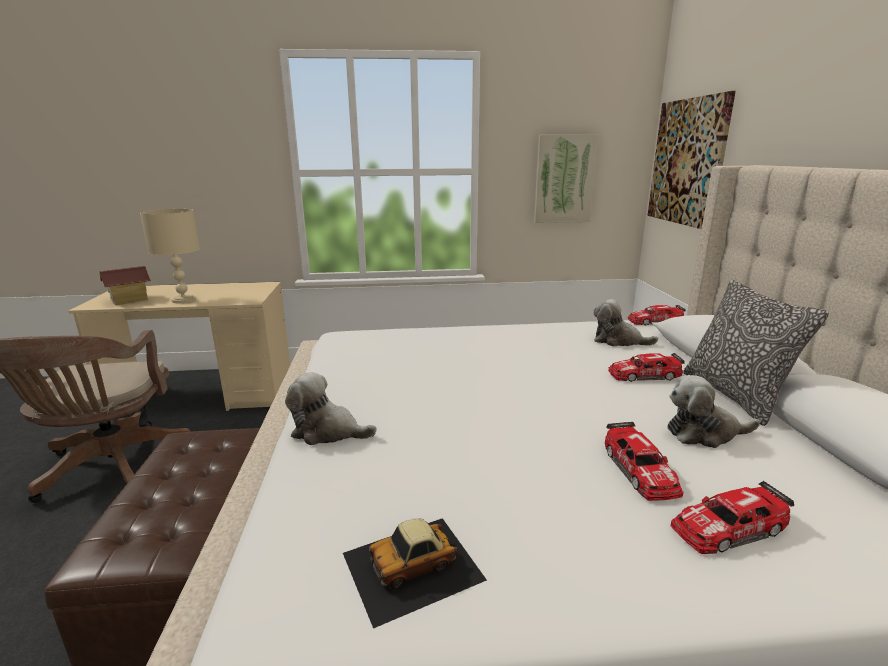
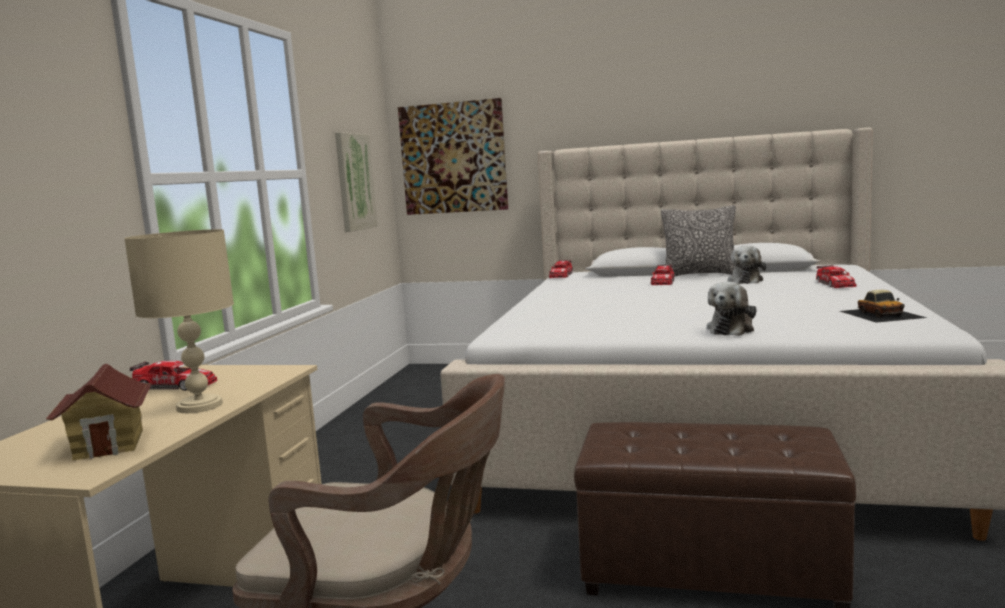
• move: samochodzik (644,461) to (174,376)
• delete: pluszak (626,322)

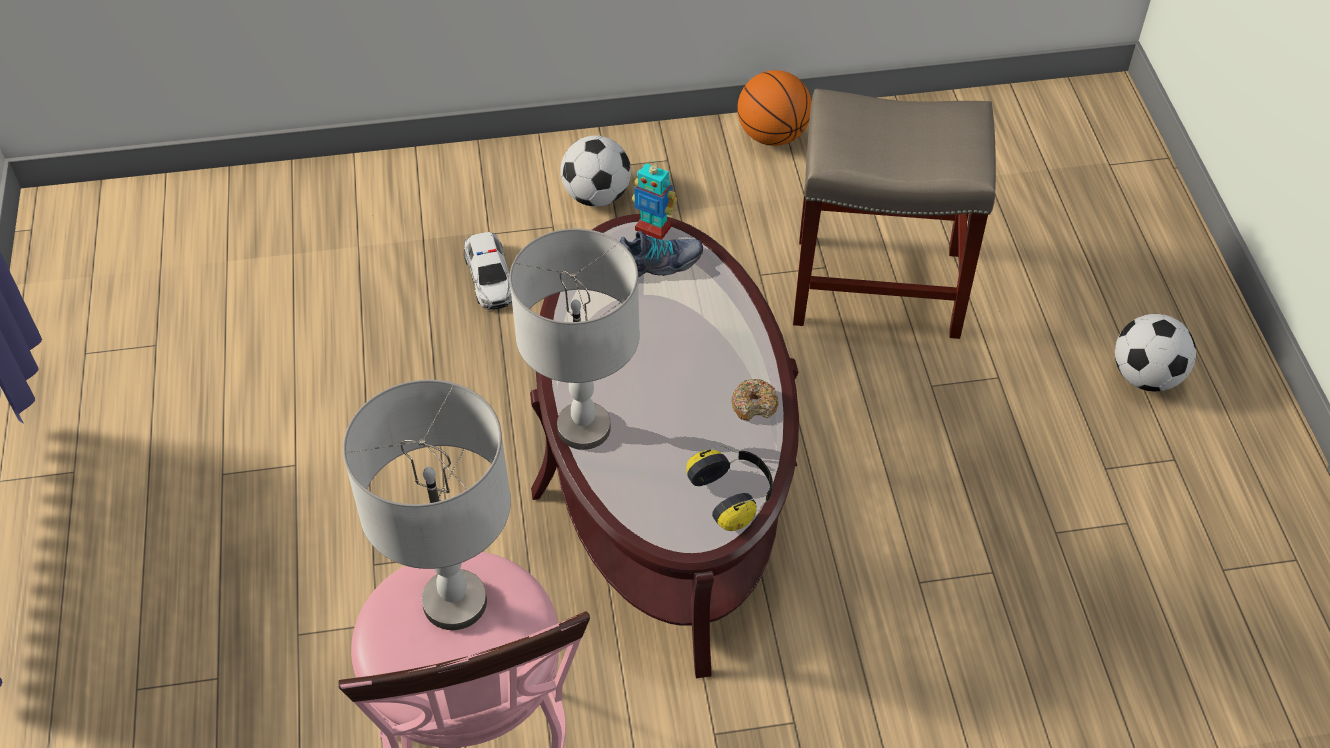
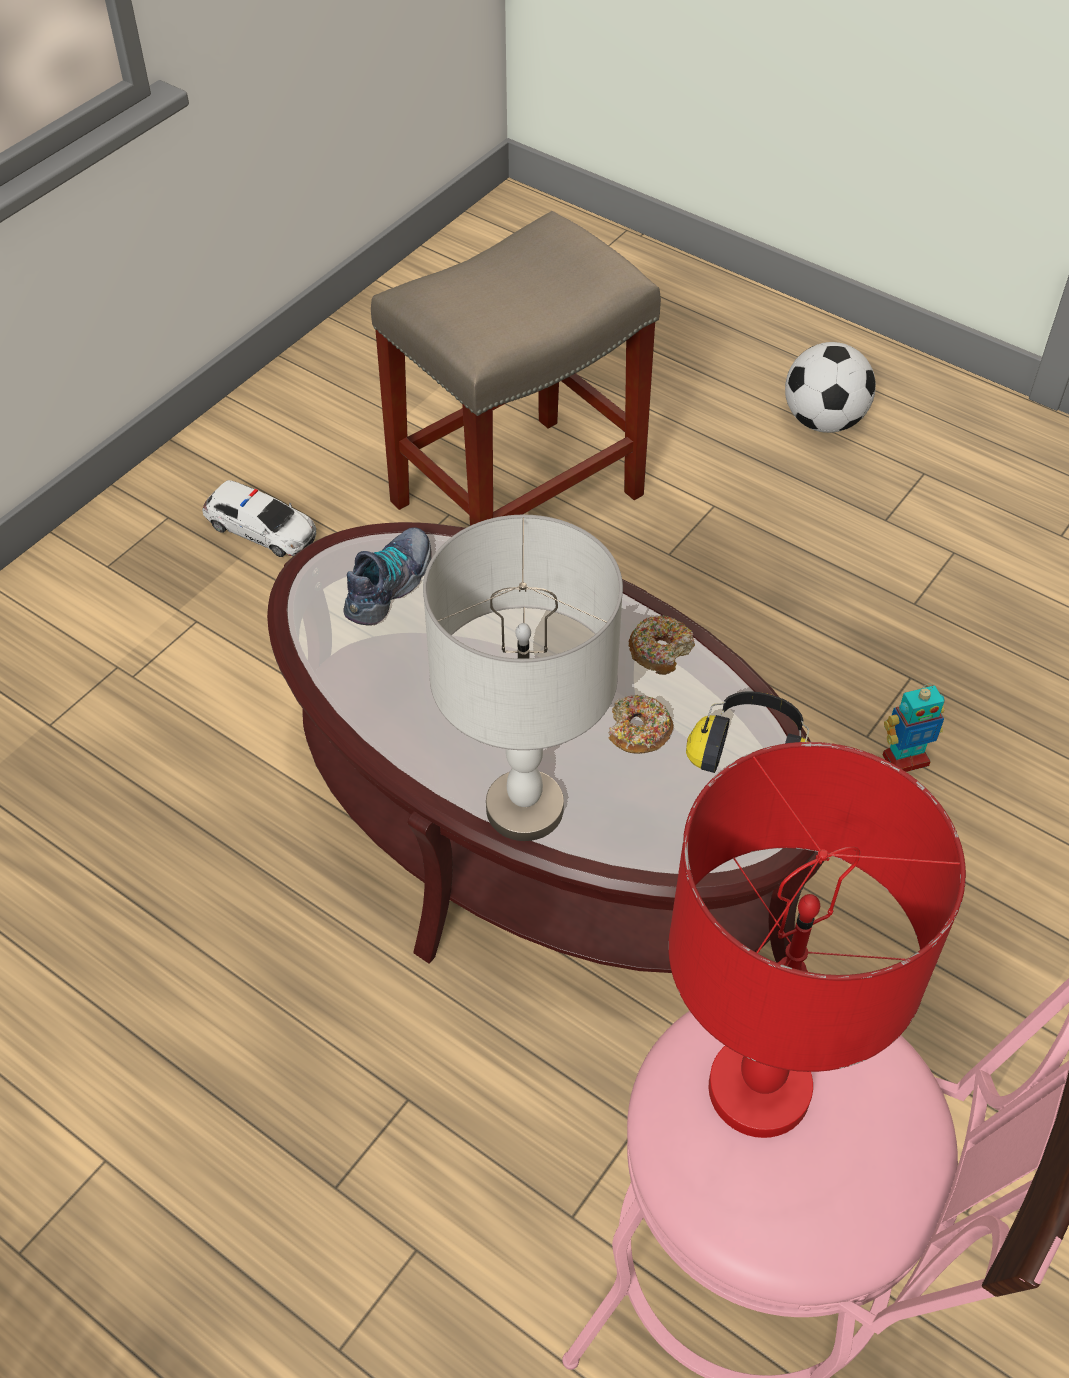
• move: samochodzik (488,271) to (259,518)
• insert: donut (641,724)
• recolor: lampa stołowa [szary] (427,505) to lampa stołowa [czerwony] (817,940)
• move: robot zabawkowy (654,200) to (913,728)
• delete: piłka futbolowa (595,171)
• delete: piłka do koszykówki (774,108)

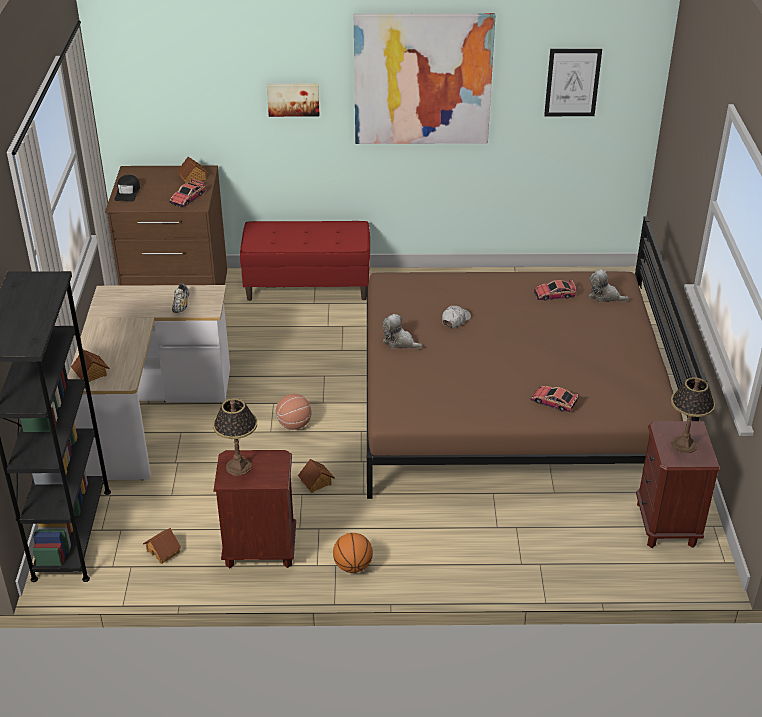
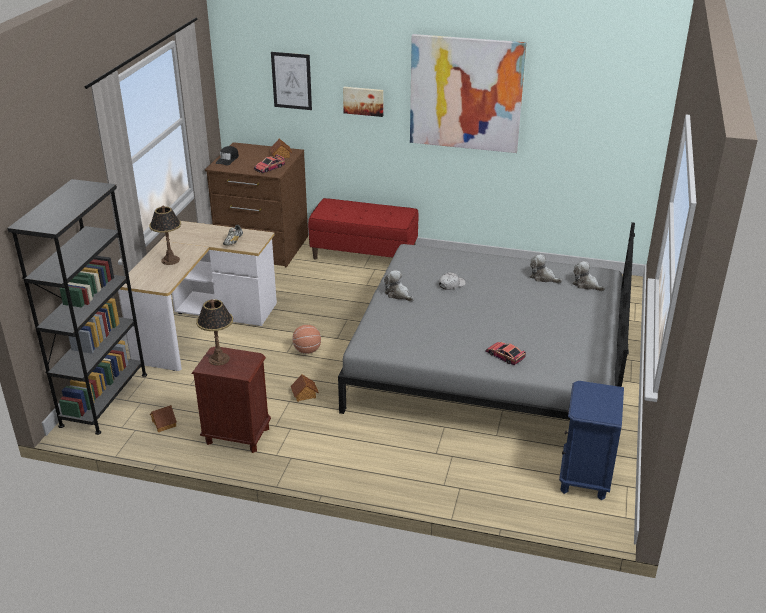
• move: lampa stołowa (693,415) to (165,235)
• move: obraz (573,82) to (291,81)
• recolor: łóżko [brązowy] (537,357) to łóżko [szary] (486,321)
• replace: samochodzik (555,290) to pluszak (545,268)
• recolor: szafka nocna [brązowy] (677,484) to szafka nocna [niebieski] (591,440)
• delete: domek (90,365)
• delete: piłka do koszykówki (353,553)

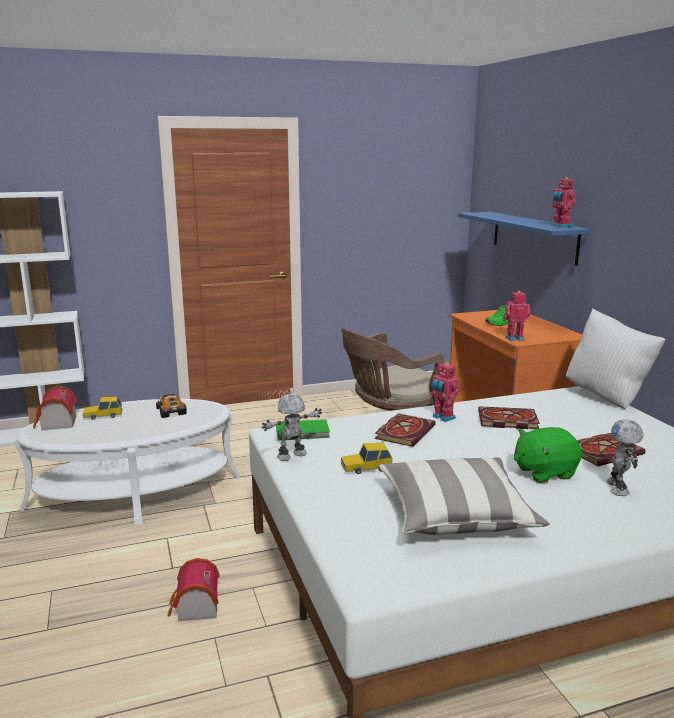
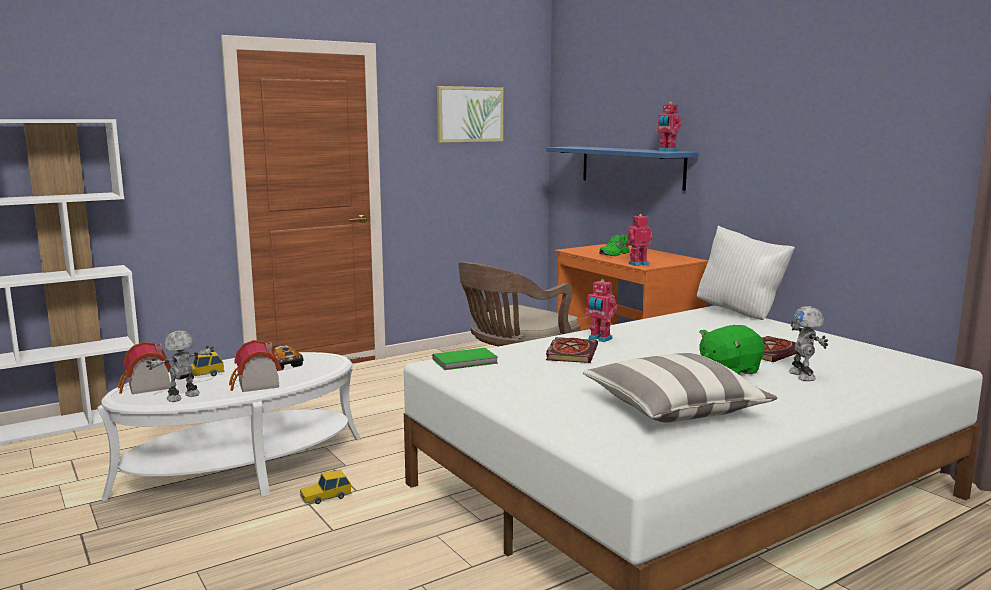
• move: robot zabawkowy (291,427) to (180,366)
• move: domek (194,589) to (255,366)
• move: samochodzik (367,458) to (326,487)
• insert: obraz (470,114)
• delete: książka (509,417)

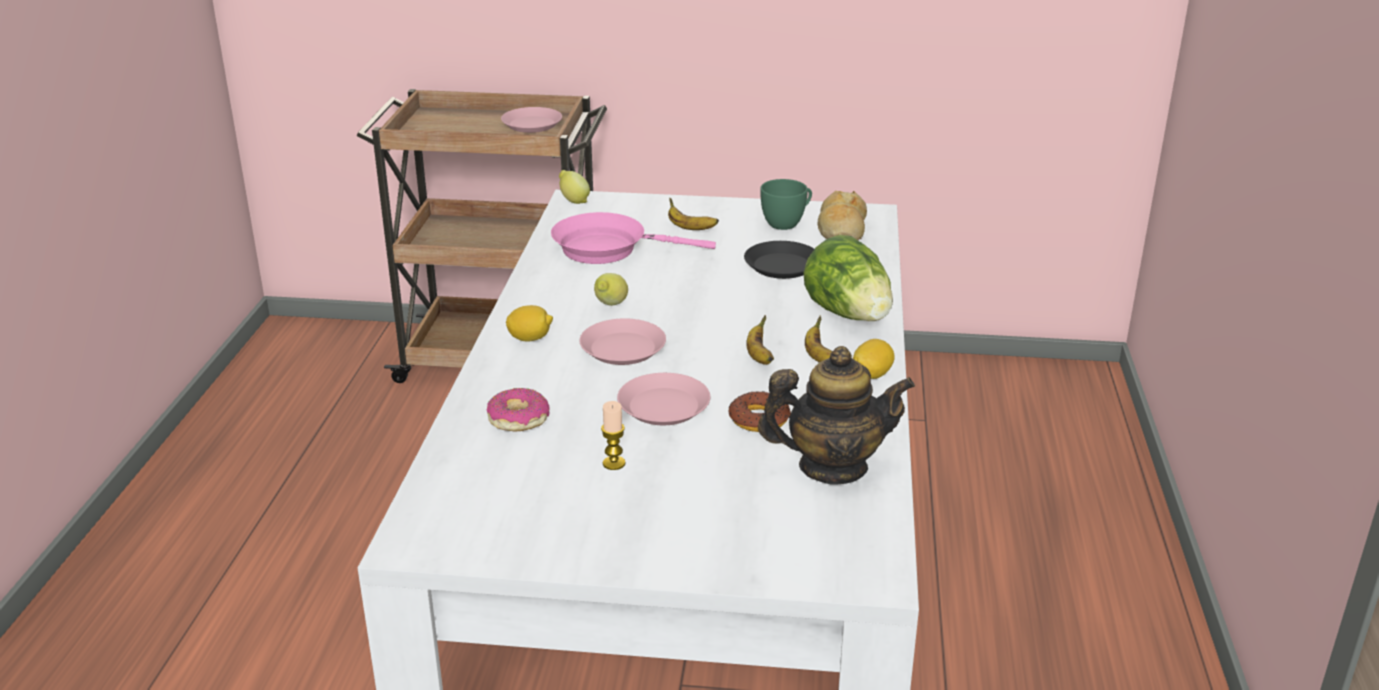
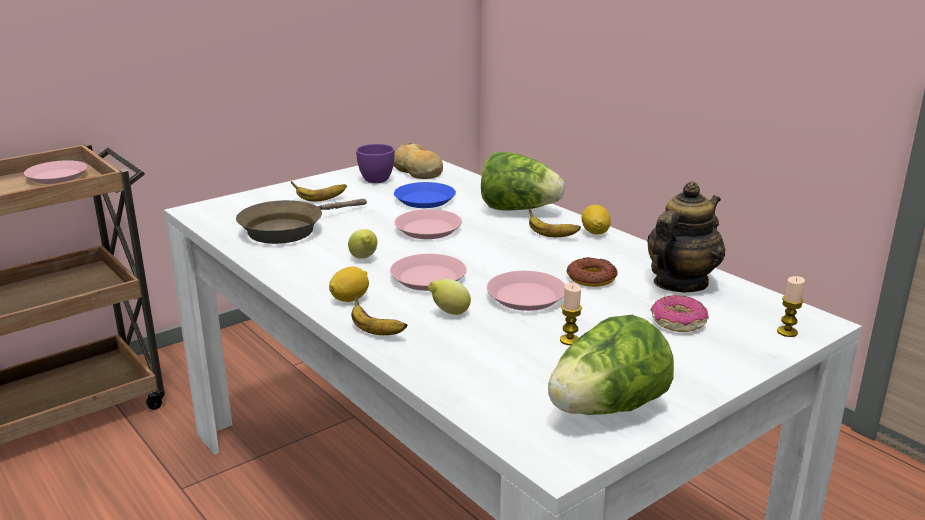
• recolor: patelnia [różowy] (633,238) to patelnia [brązowy] (301,221)
• move: banan (760,340) to (379,314)
• recolor: filiżanka [zielony] (786,204) to filiżanka [fioletowy] (375,163)
• recolor: talerz [czarny] (779,260) to talerz [niebieski] (425,195)
• insert: talerz [różowy] (428,224)
• move: cytryna (574,187) to (449,297)
• insert: sałata (611,365)
• move: donut (518,409) to (680,313)
• insert: świeca (791,306)

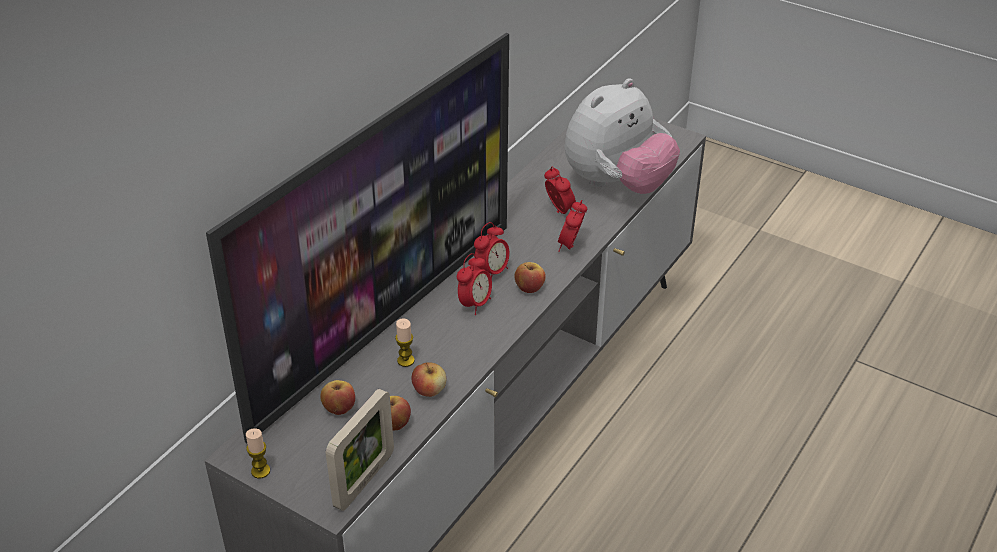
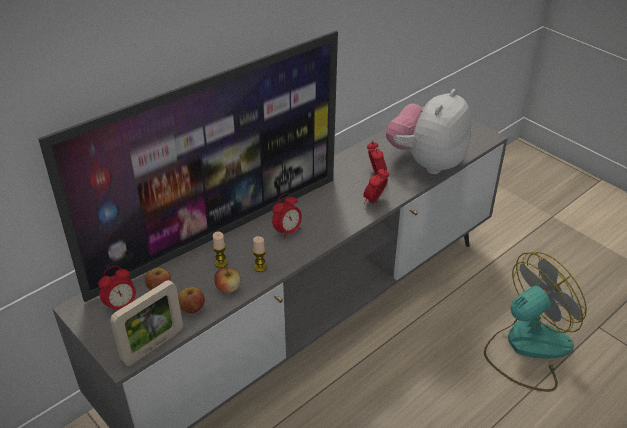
• move: budzik (491,250) to (117,289)
• move: świeca (258,453) to (260,254)
• rotate: pluszak (622,136) = (428,131) 150 degrees clockwise
• insert: wentylator (535,322)
• delete: jabłko (530,277)

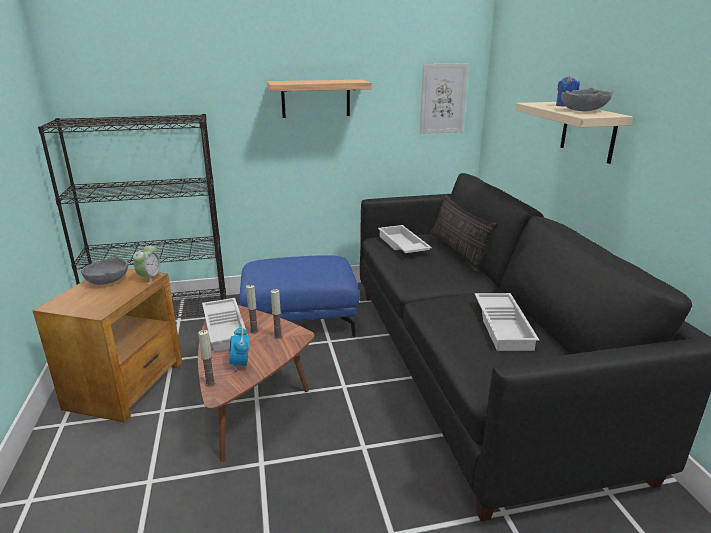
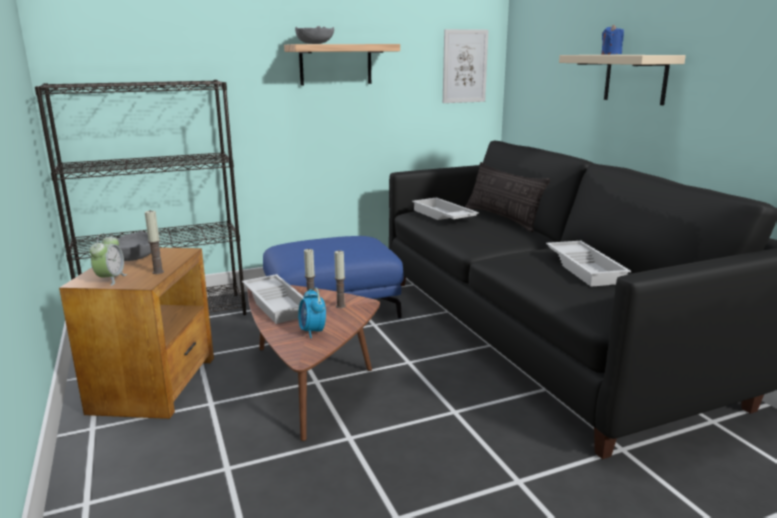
• move: budzik (148,264) to (108,259)
• move: świeca (207,358) to (154,242)
• move: miska [szary] (587,99) to (314,35)

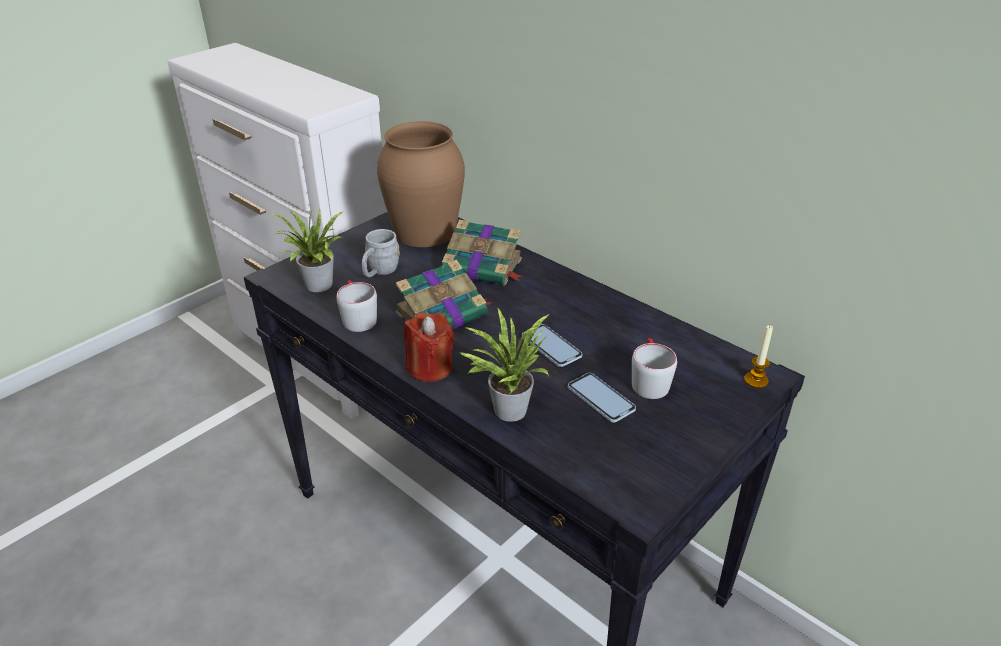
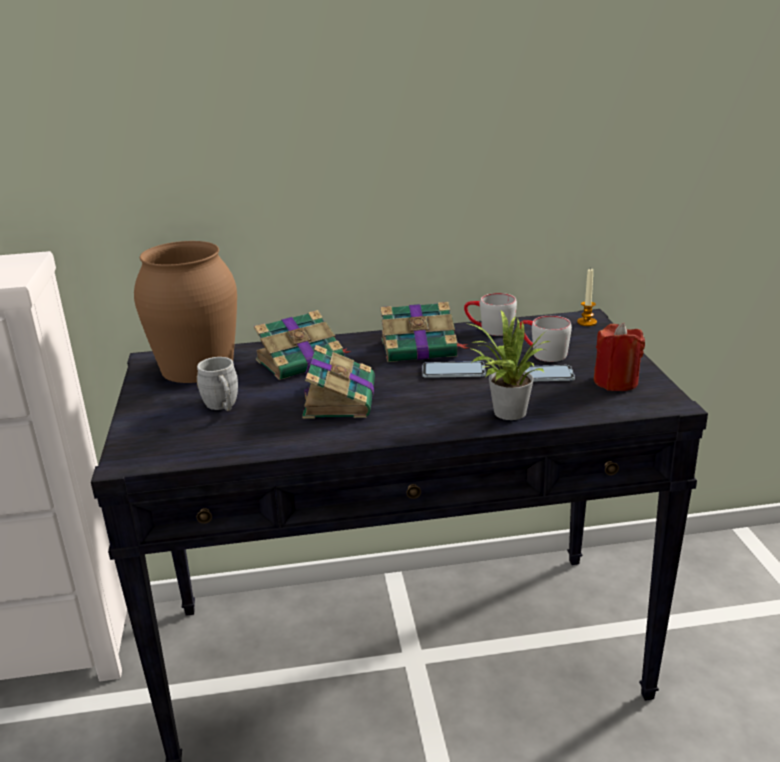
• insert: książka (424,332)
• move: kubek [szary] (356,306) to (490,314)
• move: świeca [czerwony] (429,347) to (619,357)
• delete: roślina doniczkowa (306,250)

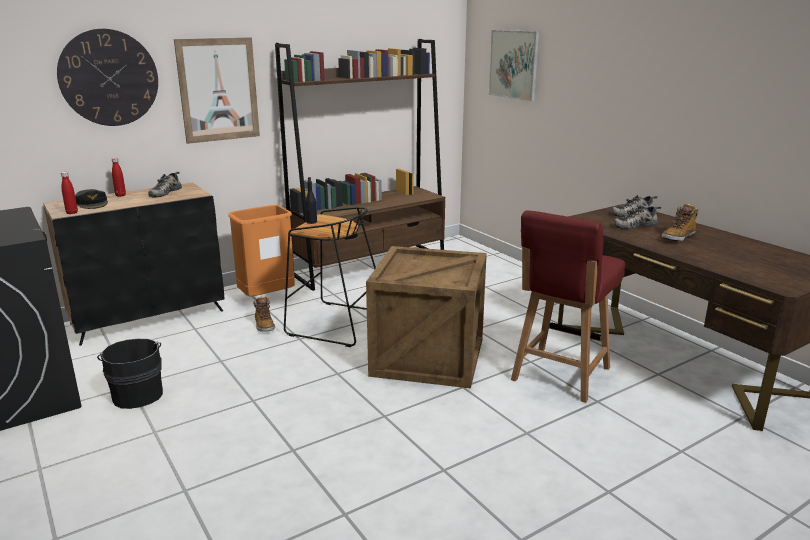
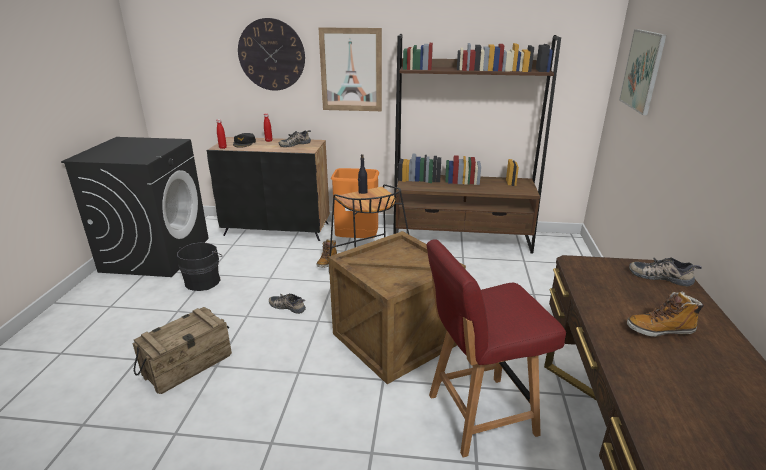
• insert: skrzynka (182,350)
• move: but (637,217) to (287,304)

